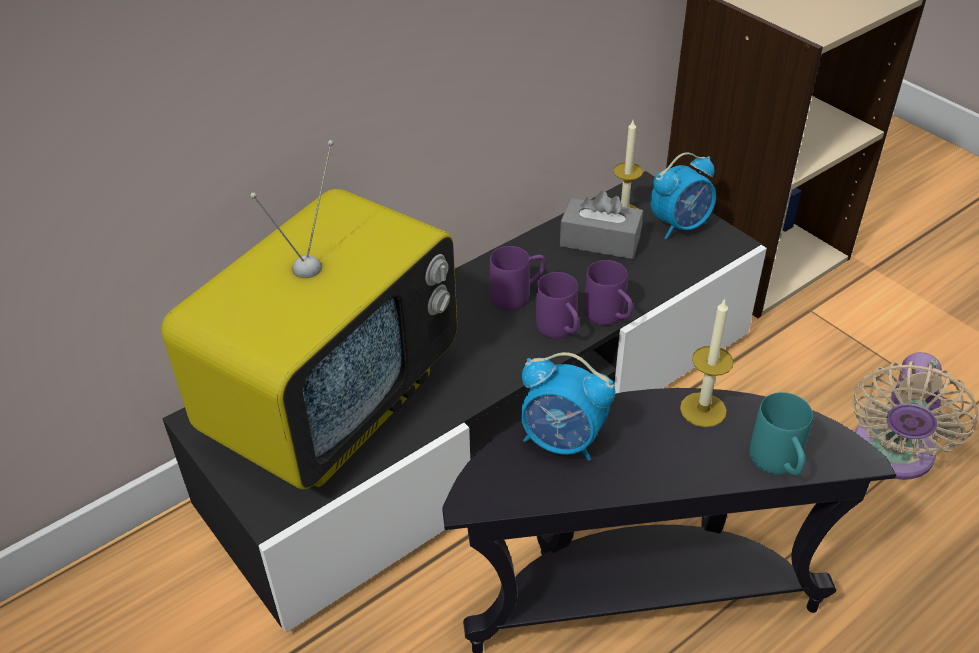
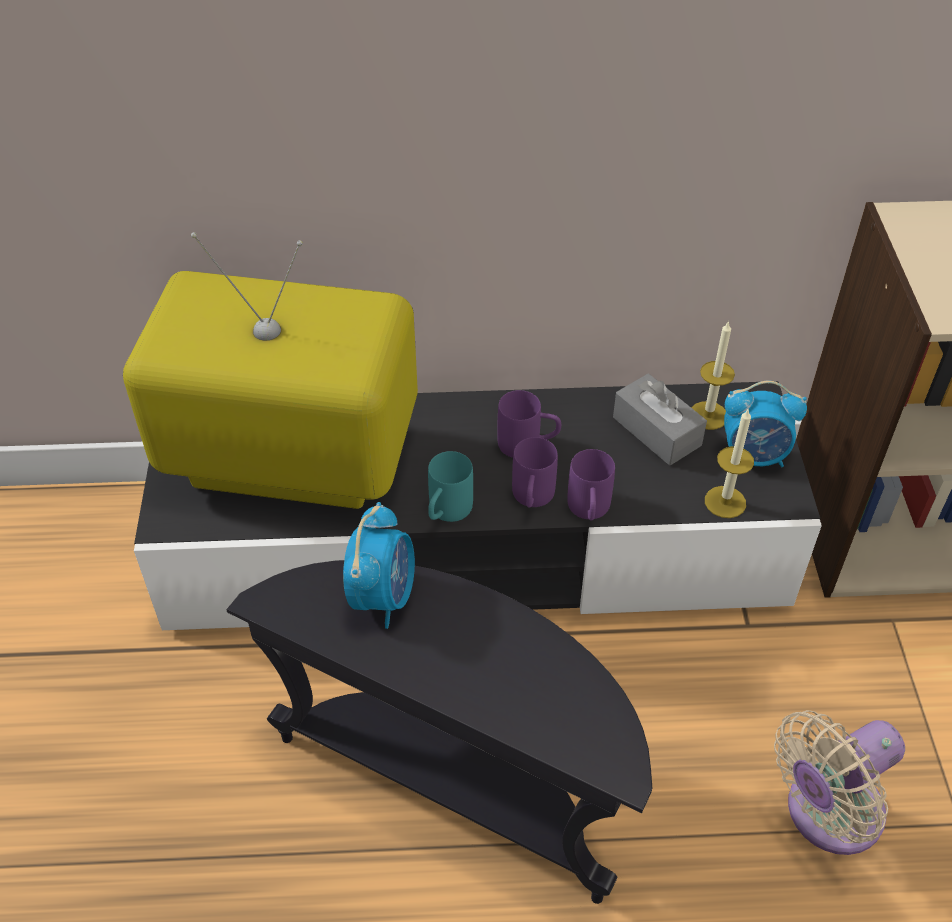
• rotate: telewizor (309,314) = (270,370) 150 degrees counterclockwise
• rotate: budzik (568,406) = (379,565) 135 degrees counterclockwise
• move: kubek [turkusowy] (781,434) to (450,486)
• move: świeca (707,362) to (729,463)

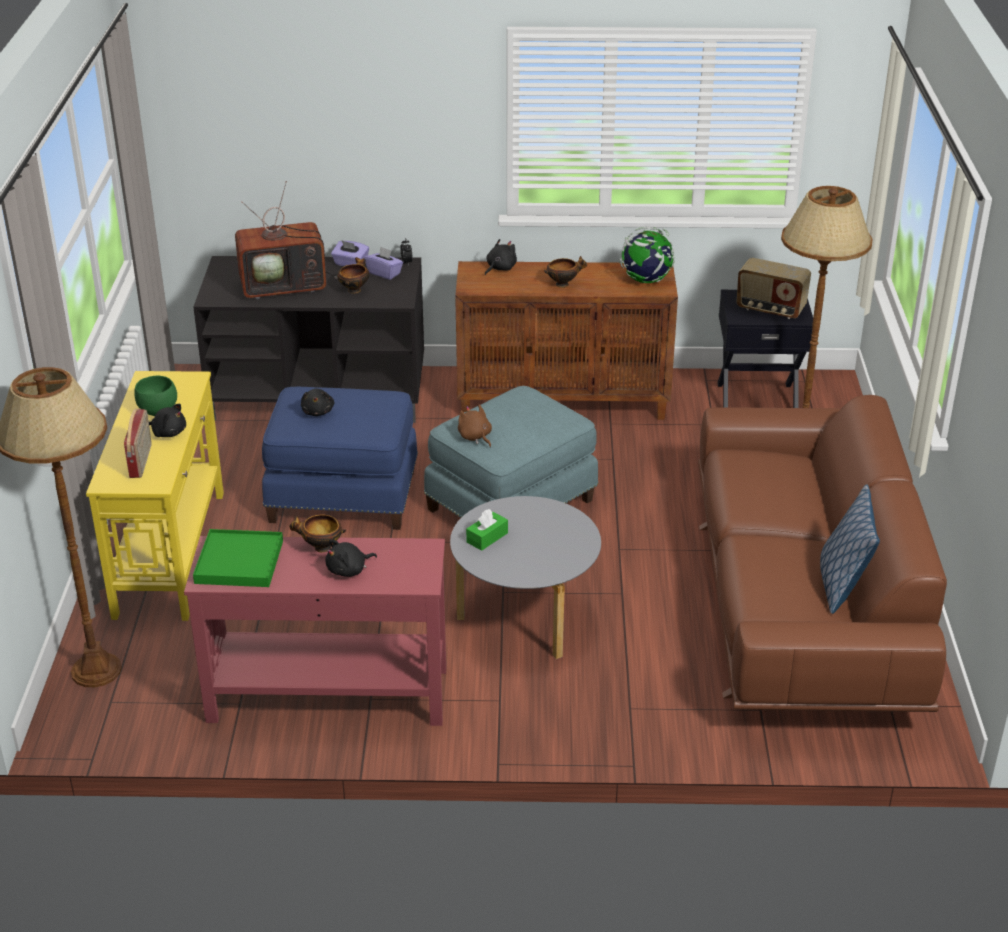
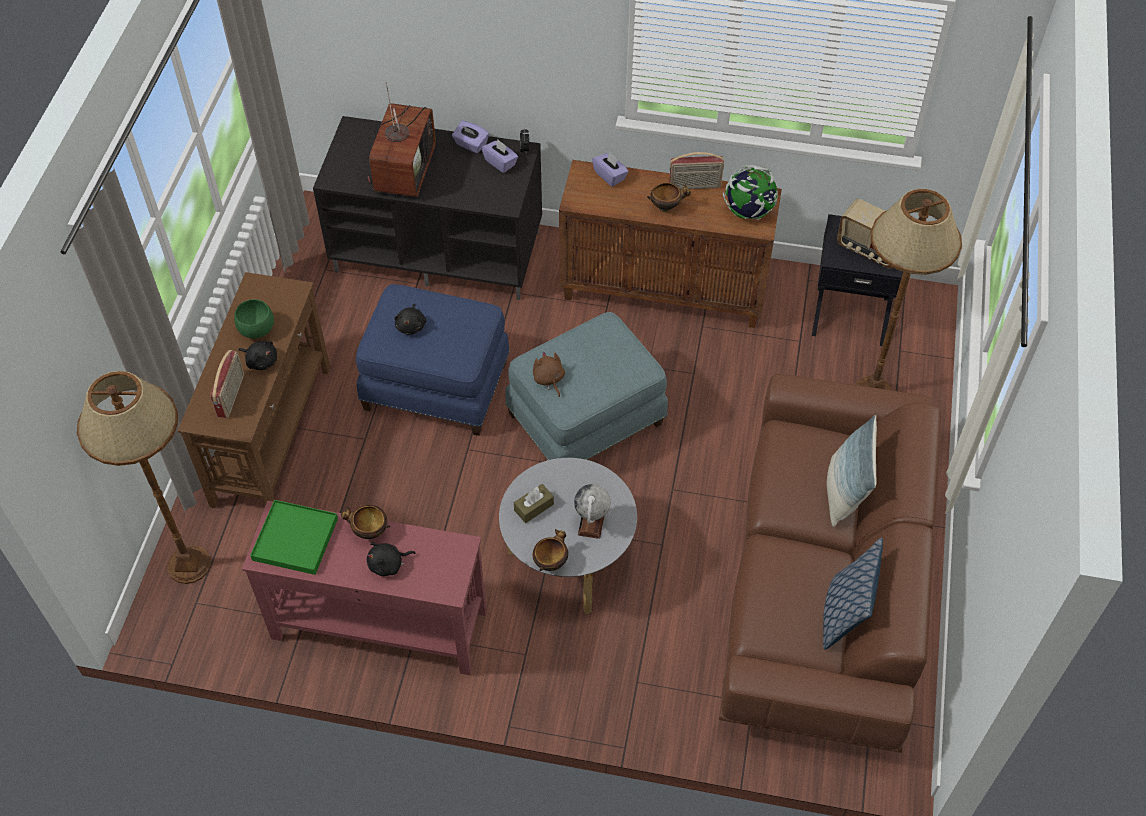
• recolor: stolik konsolowy [żółty] (155,496) to stolik konsolowy [brązowy] (253,390)
• rotate: telewizor (286,240) = (402,139) 75 degrees counterclockwise
• recolor: pudełko chusteczek [zielony] (487,530) to pudełko chusteczek [brązowy] (534,503)
• move: miska (354,275) to (550,550)
• insert: globus (592,511)
• replace: pluszak [czarny] (501,257) to pudełko chusteczek [fioletowy] (610,169)
• insert: radio (696,170)
• insert: poduszka (852,471)

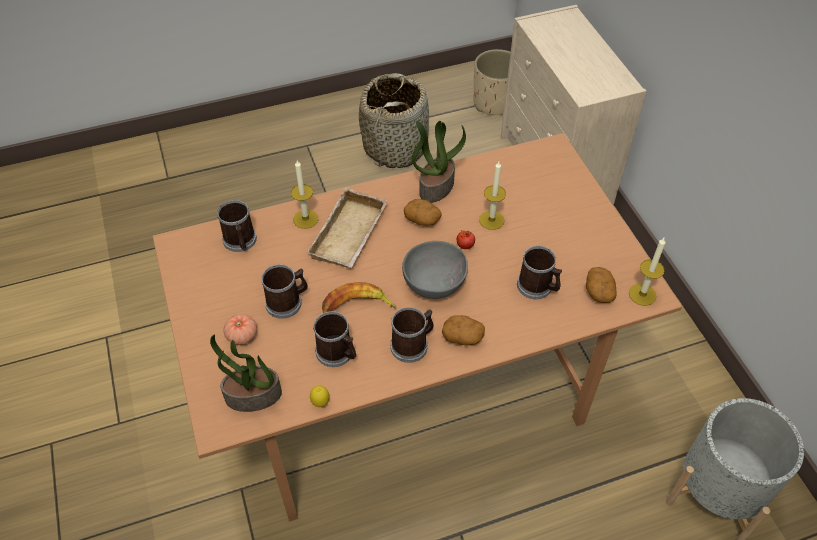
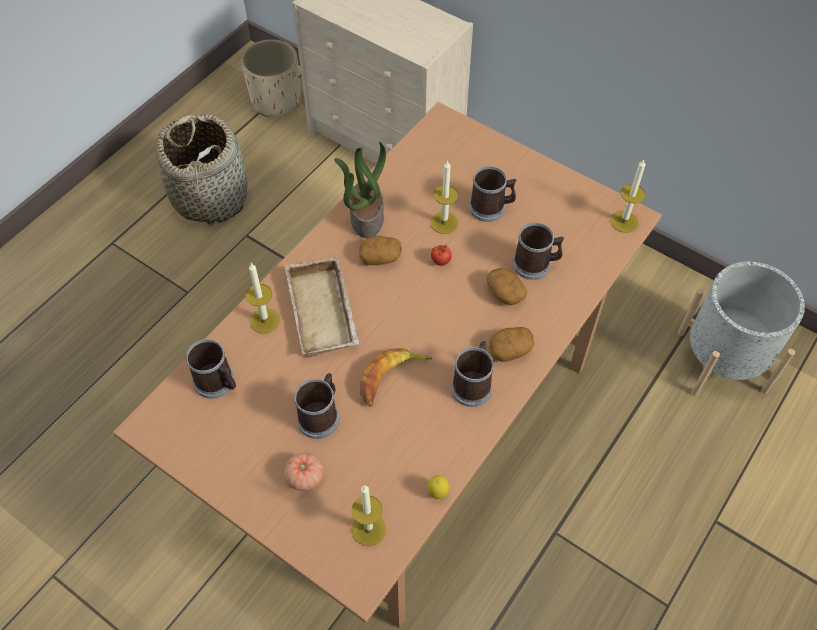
• replace: roślina doniczkowa (246,373) to świeca (369,515)
• move: kubek (334,339) to (492,194)
• move: ziemniak (601,285) to (507,286)
• delete: miska [szary] (435,270)

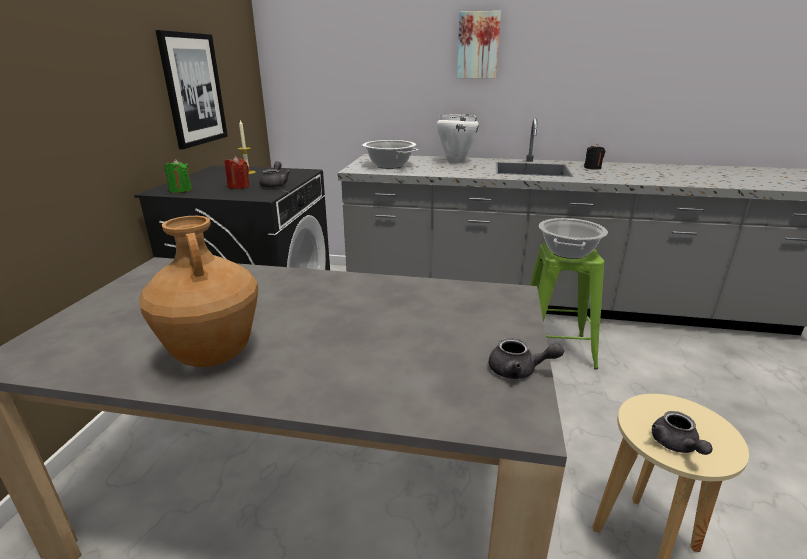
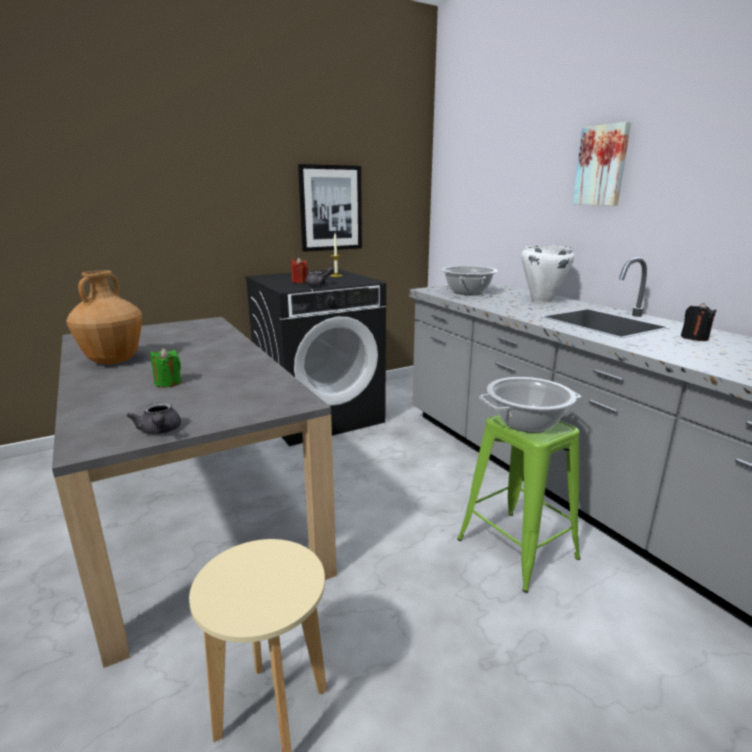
• move: świeca [zielony] (178,176) to (166,367)
• delete: imbryk [szary] (682,433)

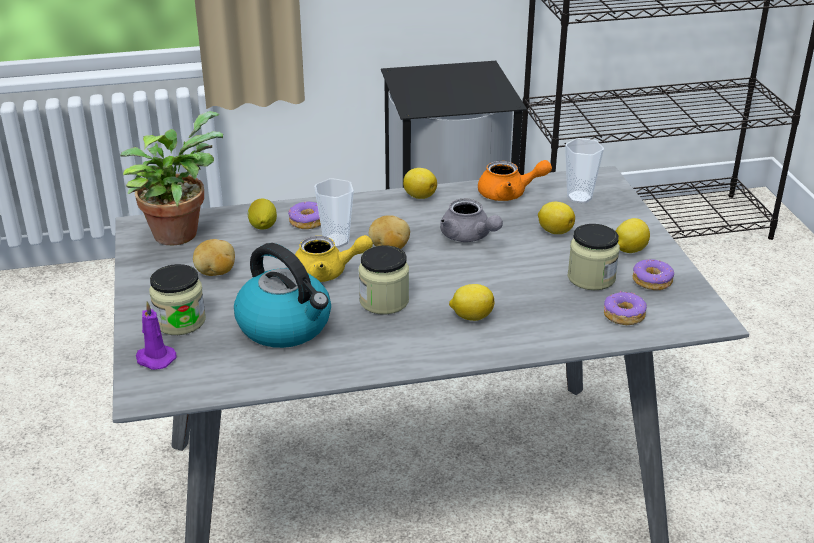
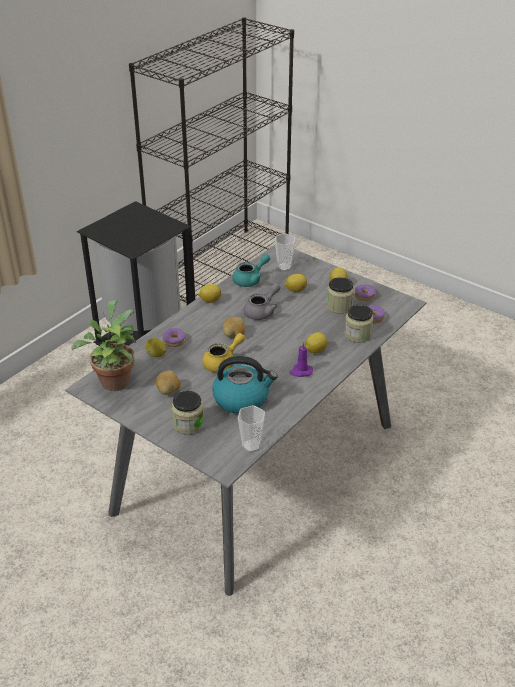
• recolor: imbryk [pomarańczowy] (515,180) to imbryk [turkusowy] (251,270)
• move: filiżanka (334,213) to (251,429)
• rotate: imbryk [szary] (471,220) = (262,301) 60 degrees counterclockwise
• move: świeca [fioletowy] (156,335) to (301,359)
• move: słoik (384,279) to (359,323)

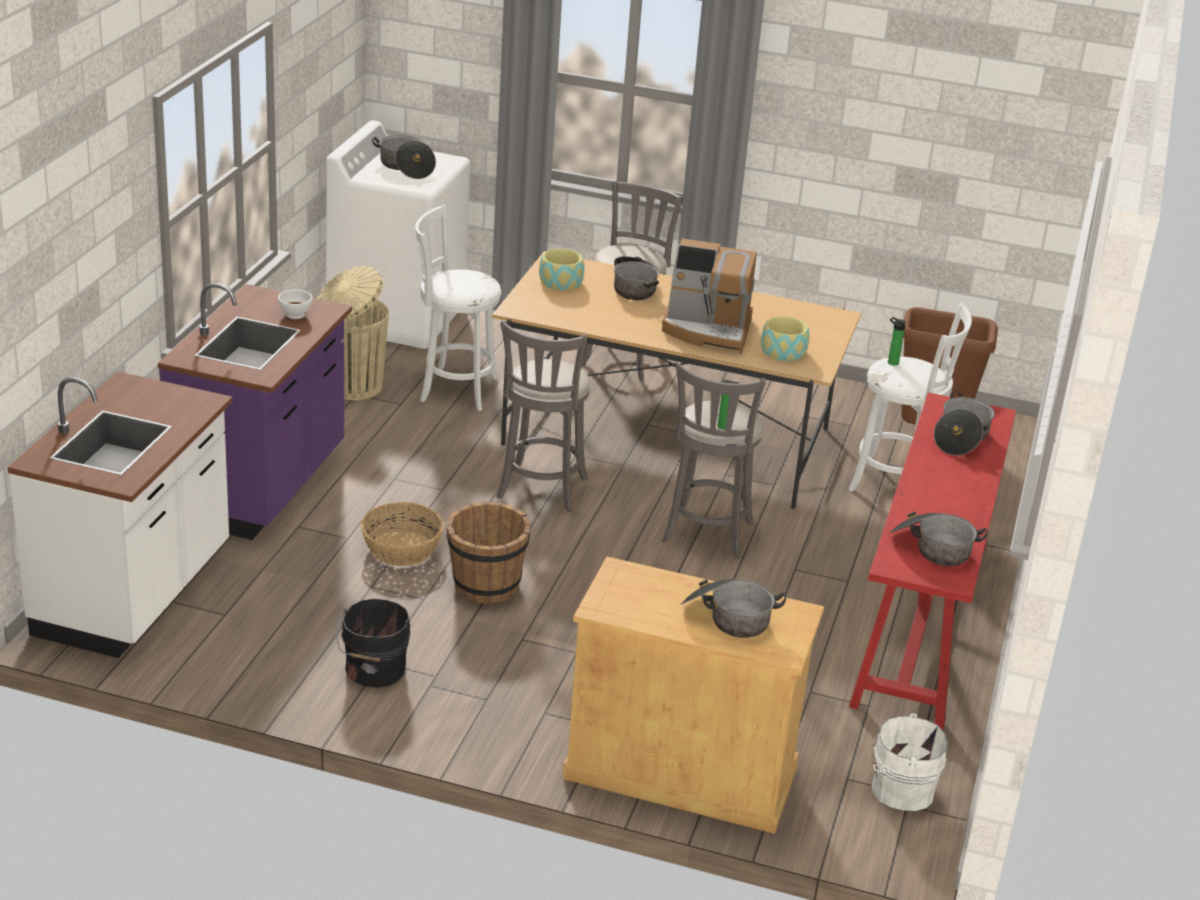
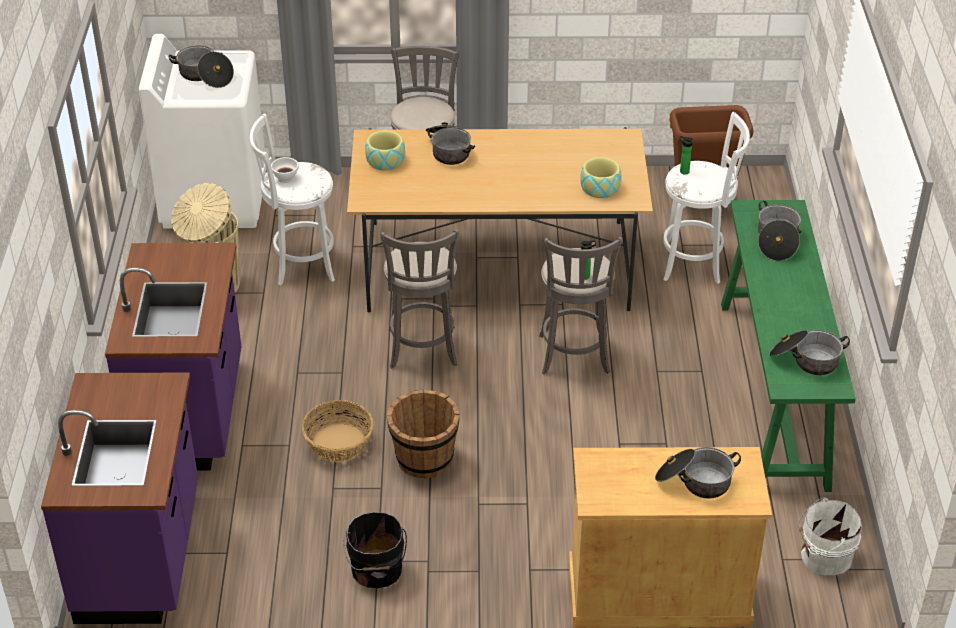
• recolor: zabudowa kuchenna [biały] (120,514) to zabudowa kuchenna [fioletowy] (119,498)
• move: miska [biały] (295,304) to (285,170)
• recolor: stolik konsolowy [czerwony] (932,561) to stolik konsolowy [zielony] (788,346)
• delete: ekspres do kawy (709,296)

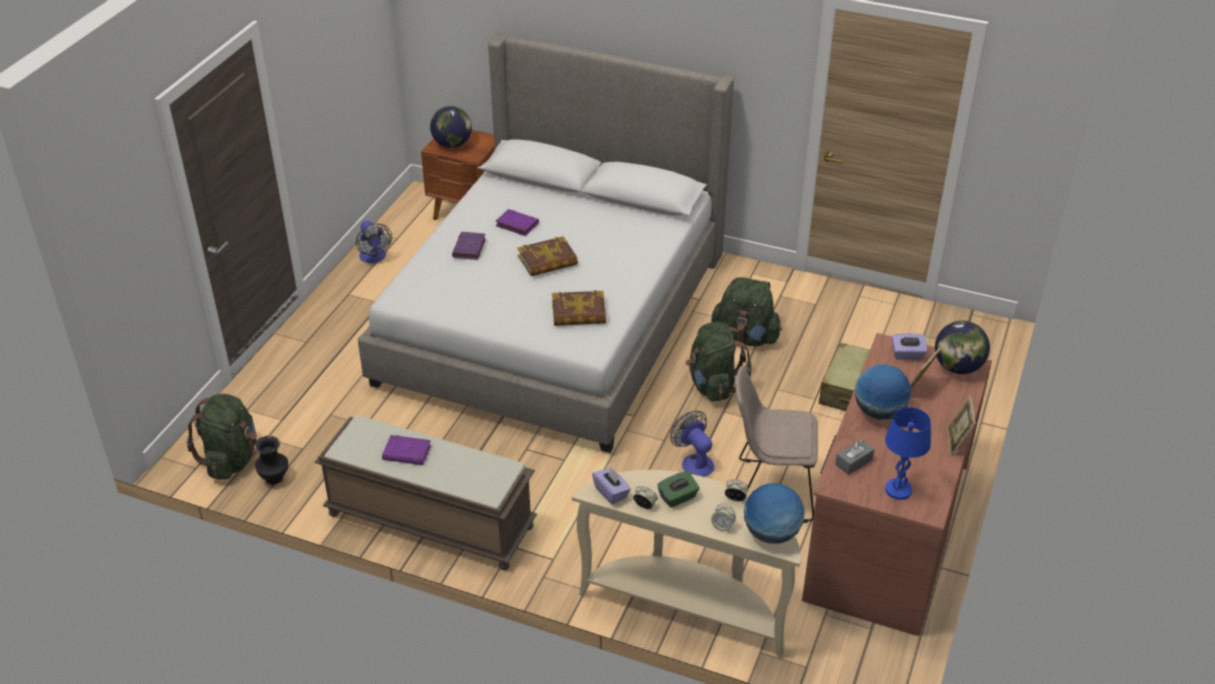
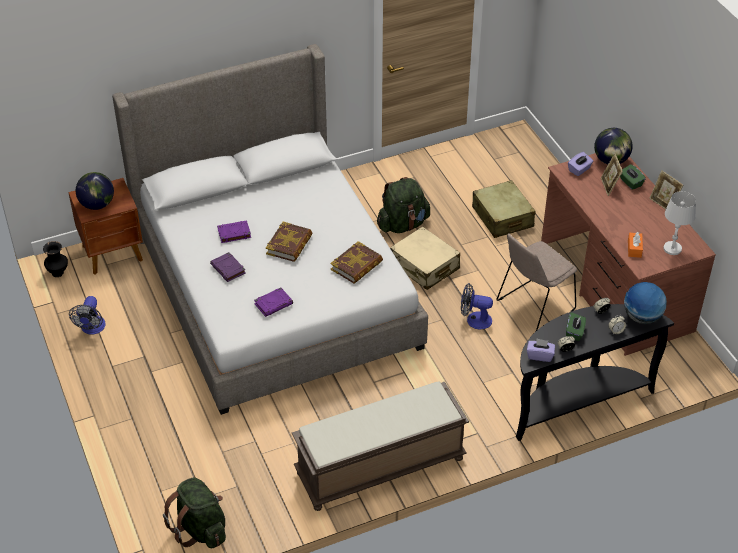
• move: wazon [czarny] (271,460) to (55,259)
• rotate: wentylator (374,241) = (87,315) 75 degrees clockwise
• move: książka [fioletowy] (406,450) to (273,302)
• replace: plecak [zielony] (719,362) to walizka [beżowy] (425,258)
• recolor: stolik konsolowy [beżowy] (686,564) to stolik konsolowy [czarny] (595,372)
• insert: pudełko chusteczek [zielony] (633,177)
• recolor: pudełko chusteczek [szary] (854,457) to pudełko chusteczek [pomarańczowy] (635,245)
• recolor: lampa stołowa [niebieski] (908,453) to lampa stołowa [biały] (679,223)
• delete: globus (883,392)

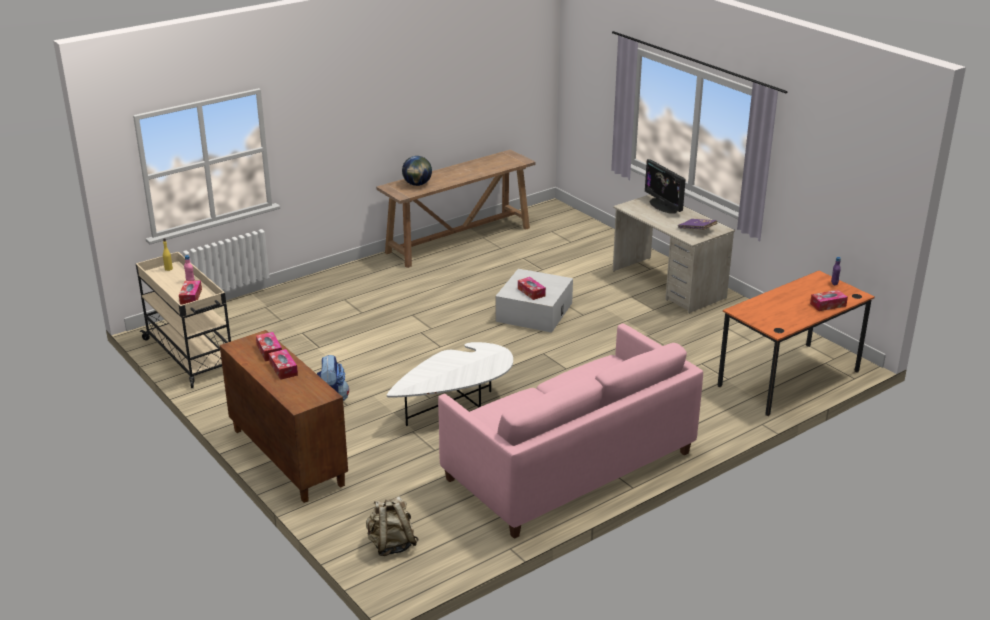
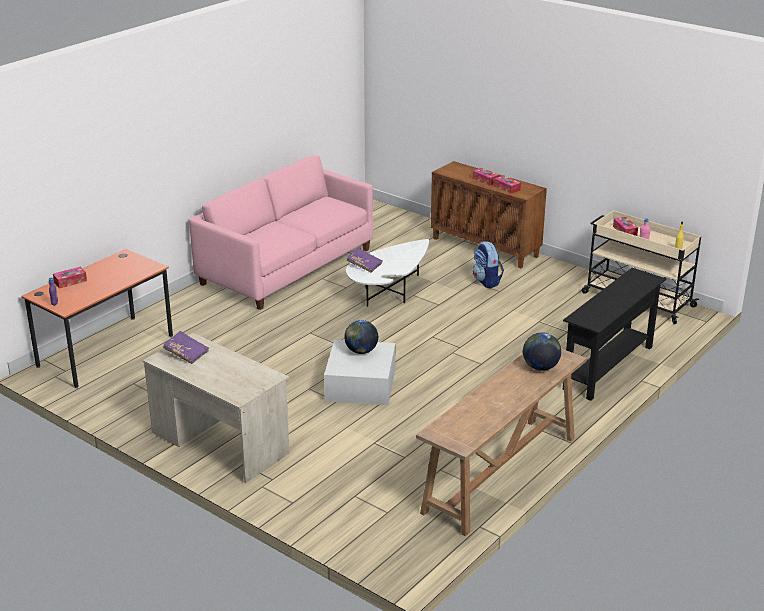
• replace: pudełko chusteczek (532,288) to globus (361,337)
• insert: książka [fioletowy] (365,260)
• insert: stolik konsolowy [czarny] (614,334)
• delete: plecak [beżowy] (392,526)
• delete: monitor (665,186)

